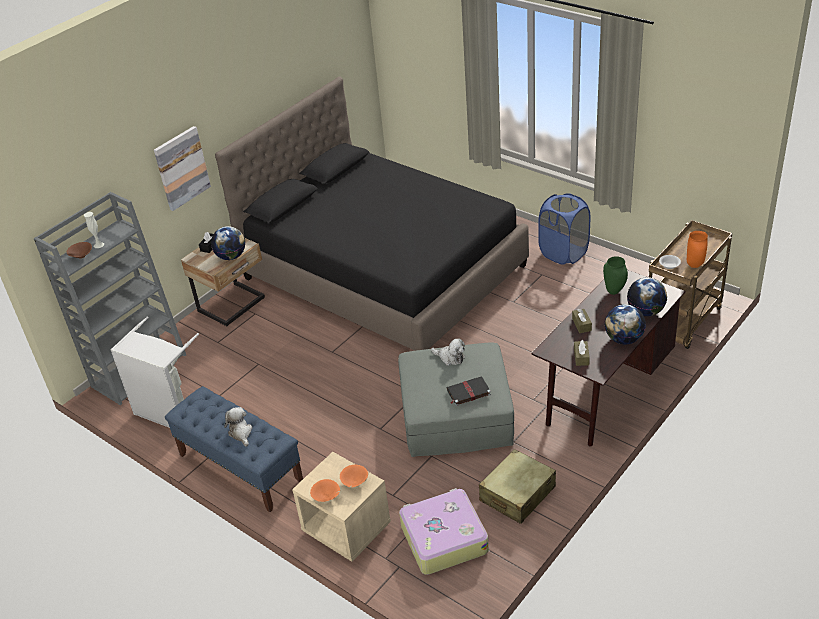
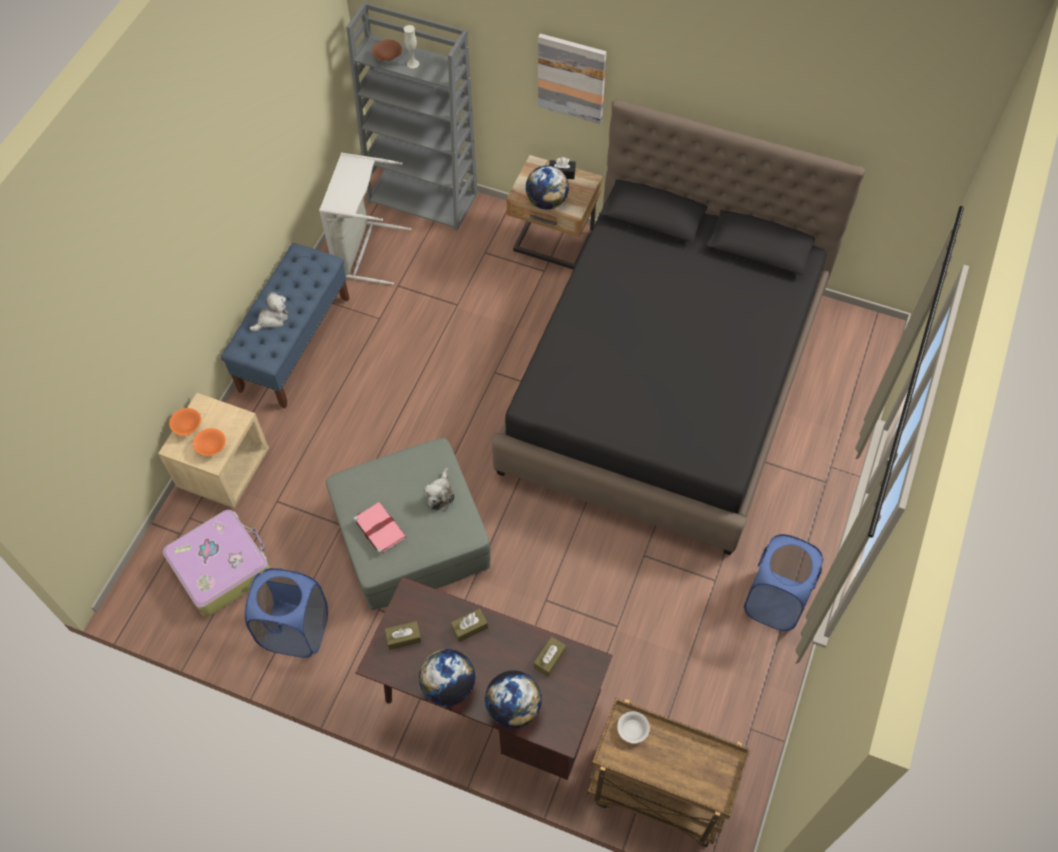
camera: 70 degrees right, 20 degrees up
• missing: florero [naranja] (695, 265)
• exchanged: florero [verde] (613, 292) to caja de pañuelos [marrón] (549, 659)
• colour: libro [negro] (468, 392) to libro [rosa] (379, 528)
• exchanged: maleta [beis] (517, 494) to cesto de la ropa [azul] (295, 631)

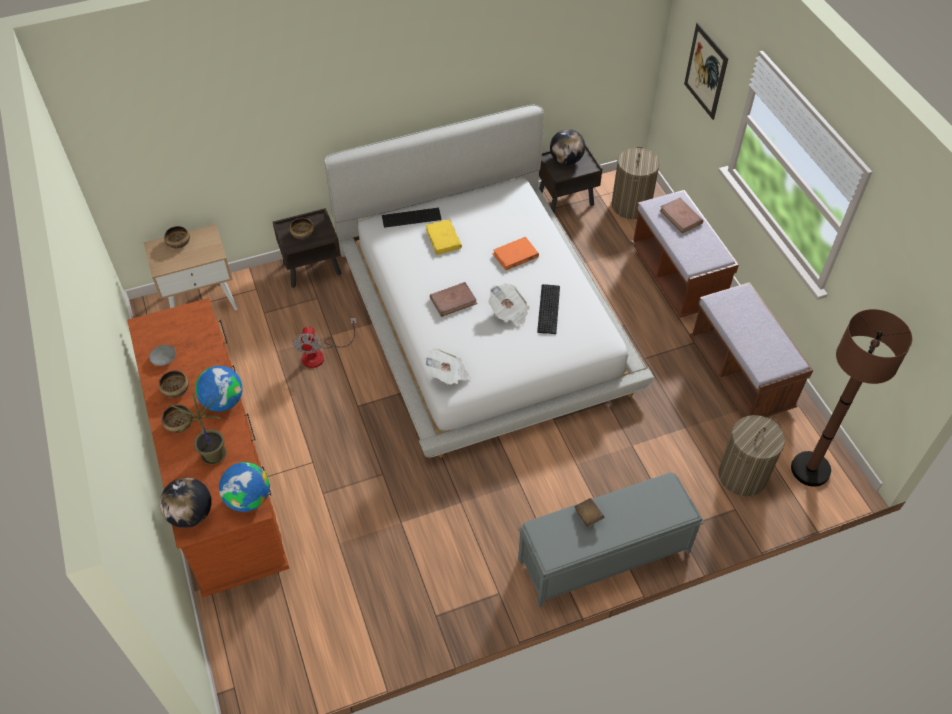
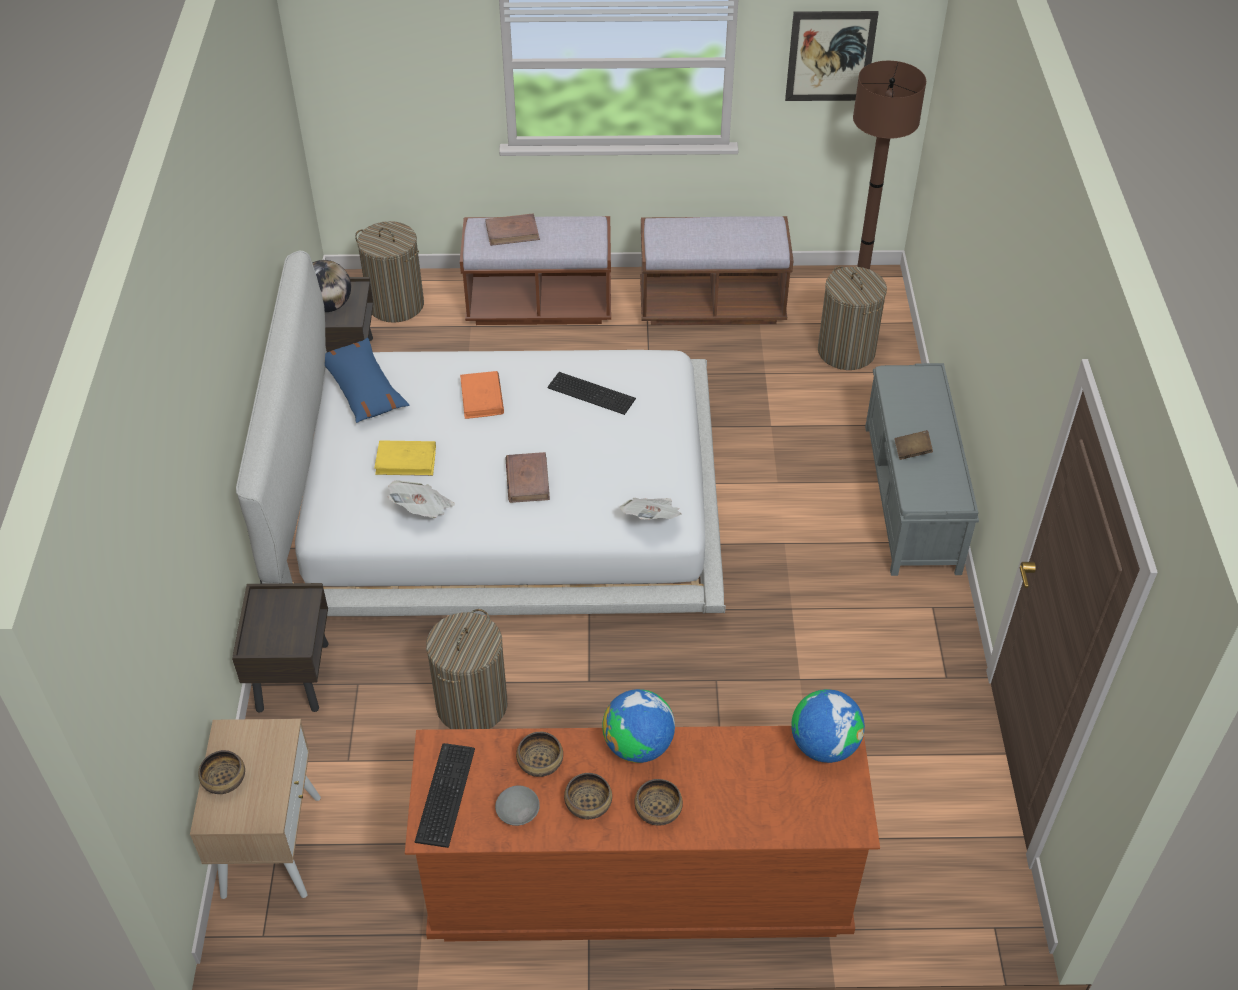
camera: 70 degrees left, 5 degrees down
• relocated: cuadro (705, 71) to (830, 56)
• relocated: teclado (410, 217) to (443, 795)
• relocated: cuenco (303, 234) to (540, 762)
• relocated: periódico (509, 312) to (422, 510)
• exchanged: ventilador (320, 354) to cesto de la ropa (472, 704)
• missing: planta en maceta (213, 454)
• missing: globo terráqueo (191, 514)
• appeared: cojín [azul] (363, 389)

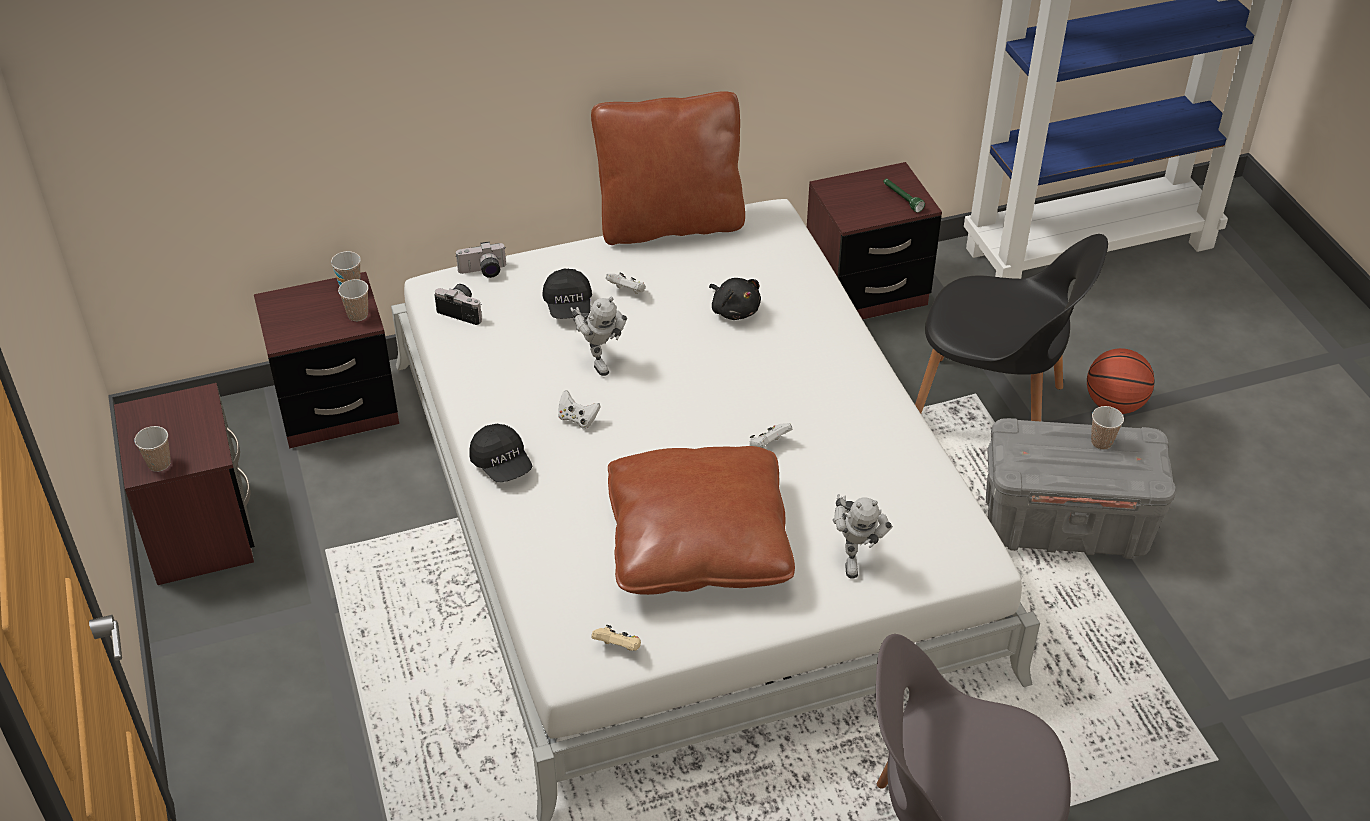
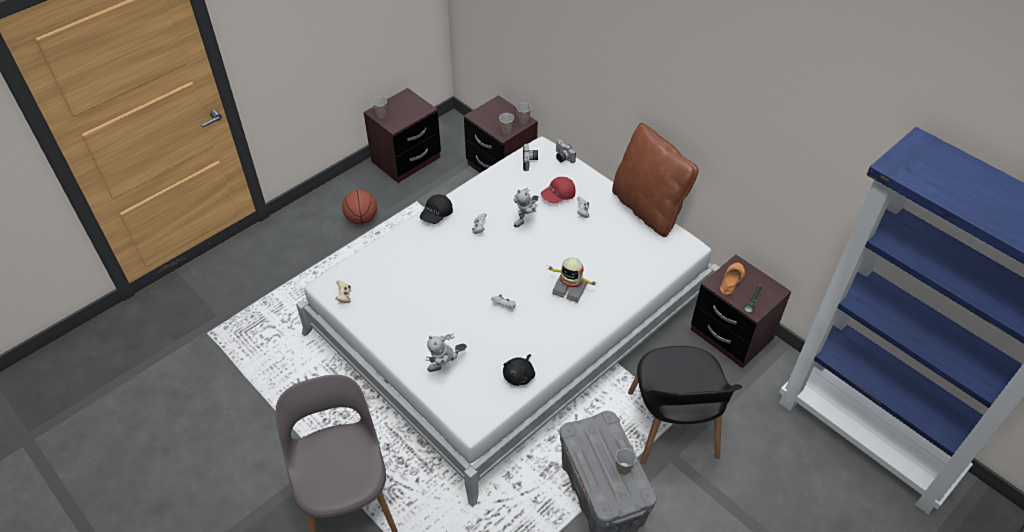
camera: 65 degrees right, 5 degrees up
• colour: gorra [negro] (569, 306) to gorra [rojo] (558, 196)
• relocated: peluche [negro] (734, 310) to (519, 375)
• relocated: balón de baloncesto (1114, 405) to (361, 219)
• missing: cojín [marrón] (698, 543)
• appeared: robot de juguete (570, 288)
• appeared: zapato [naranja] (731, 280)

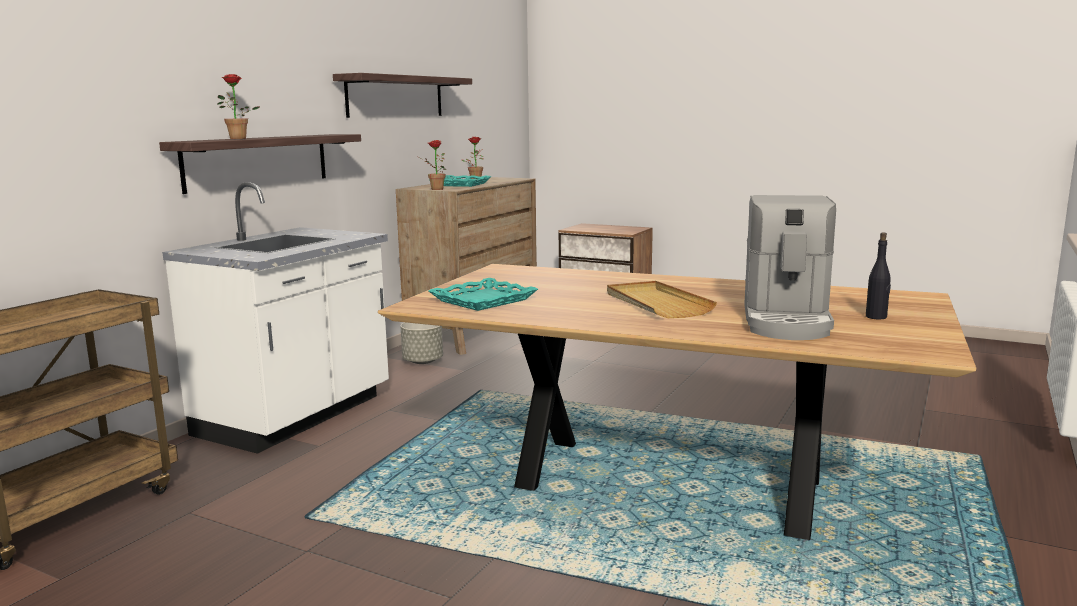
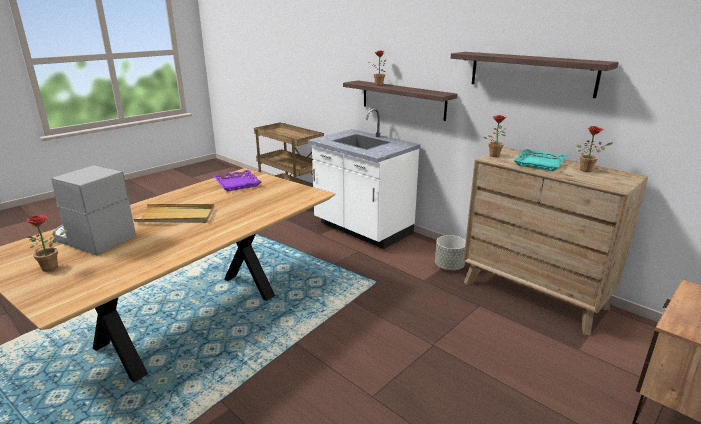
camera: 105 degrees right, 10 degrees up
• exchanged: botella [negro] (876, 317) to planta en maceta (53, 267)
• colour: bandeja [turquesa] (483, 300) to bandeja [morado] (237, 184)

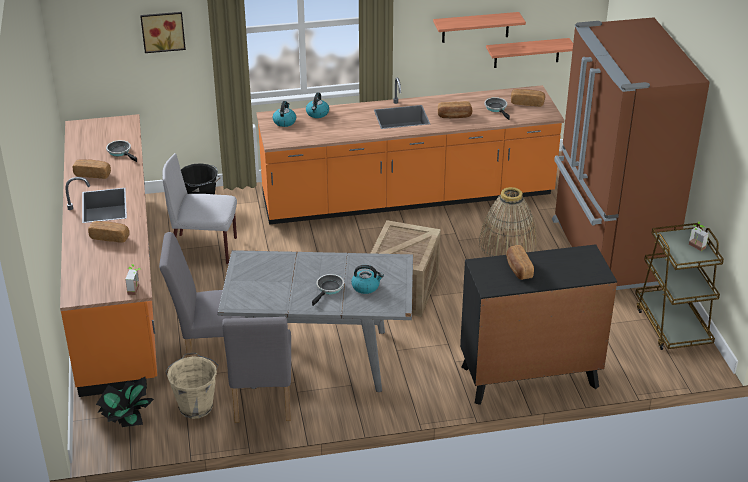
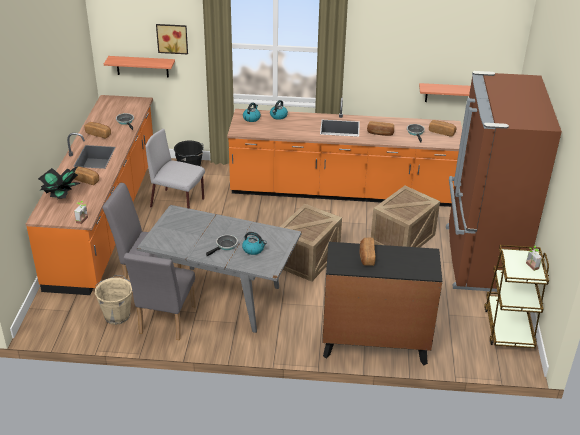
camera: 15 degrees right, 0 degrees up
• relocated: estante (475, 27) to (142, 66)
• exchanged: cesta (507, 244) to caja de embalaje (402, 239)
• relocated: planta en maceta (127, 420) to (61, 196)

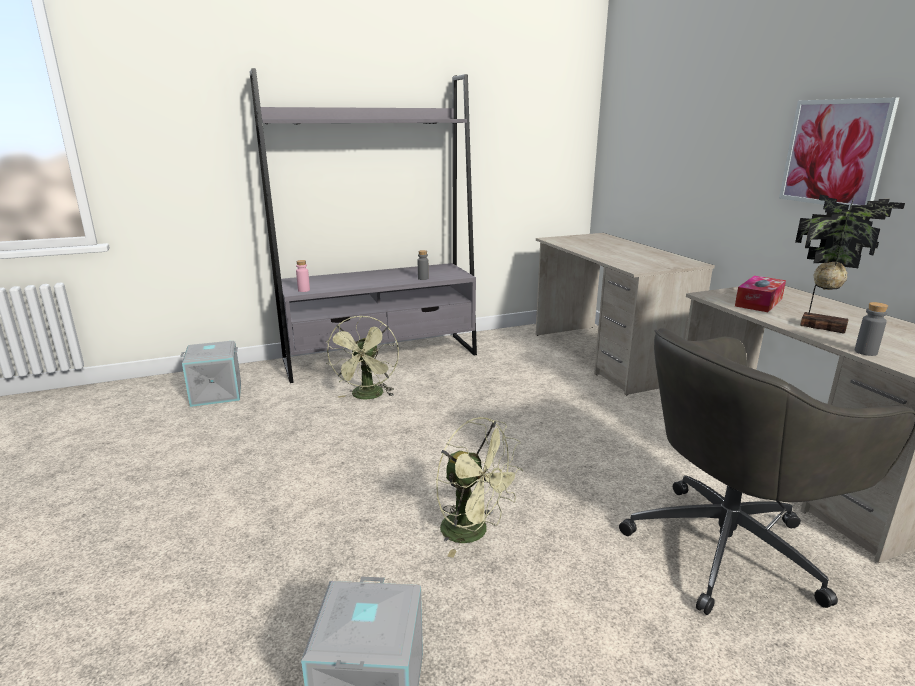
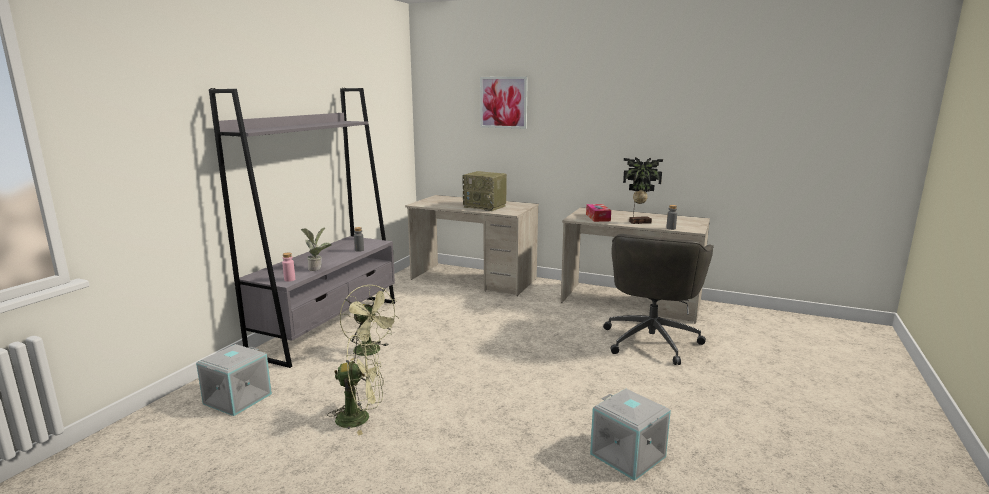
camera: 45 degrees left, 5 degrees down
• relocated: cuadro (834, 153) to (503, 102)
• relocated: ventilador [verde] (473, 532) to (361, 417)
• appeared: radio (485, 206)
• appeared: planta en maceta (318, 268)

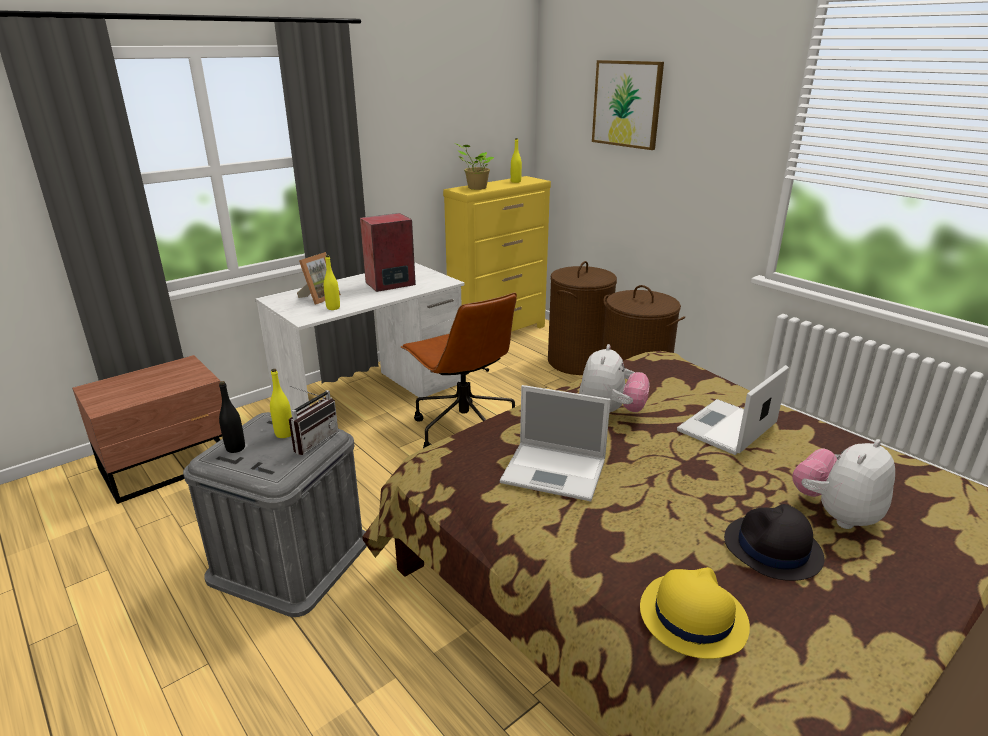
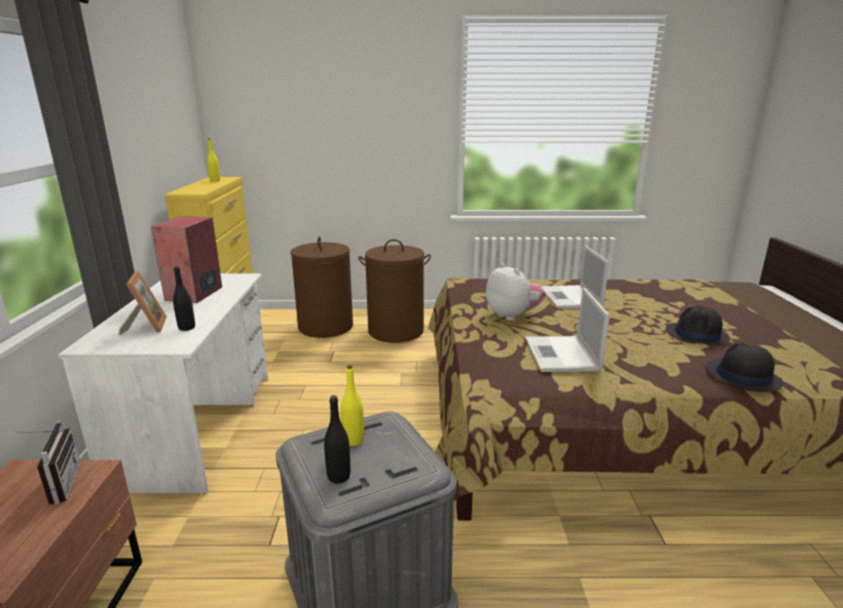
camera: 50 degrees left, 5 degrees down
• missing: cuadro (627, 104)
• missing: planta en maceta (475, 188)
• colour: botella [amarillo] (333, 308) to botella [negro] (187, 328)
• missing: silla de oficina [marrón] (463, 429)
• spun: portátil (556, 471) = (562, 355) 120 degrees clockwise
• relocated: radio (312, 440) to (57, 485)
• missing: peluche (836, 514)
• colour: sombrero [amarillo] (692, 616) to sombrero [negro] (742, 376)

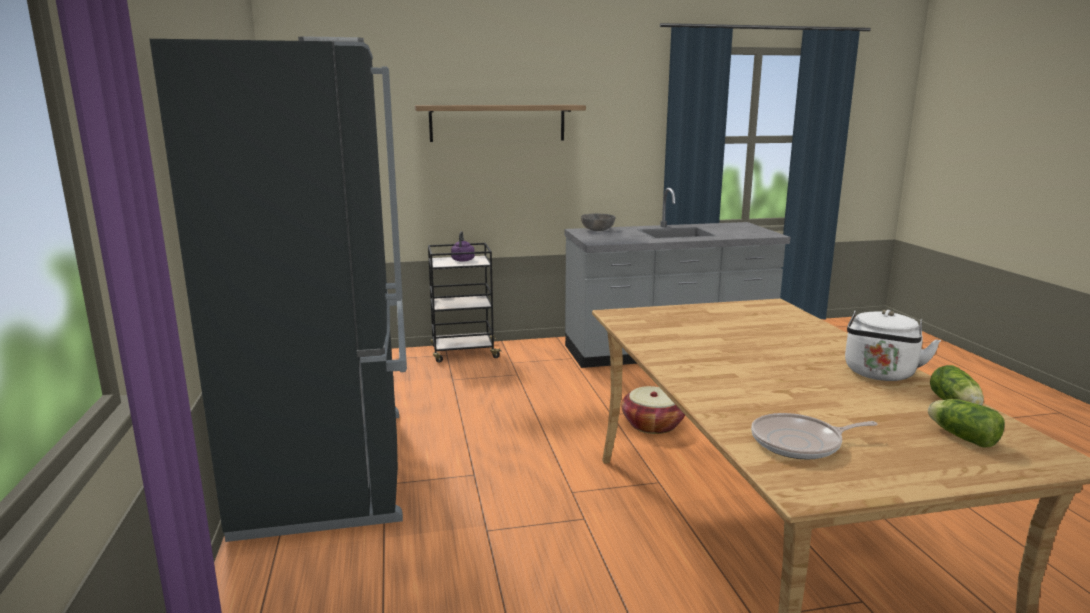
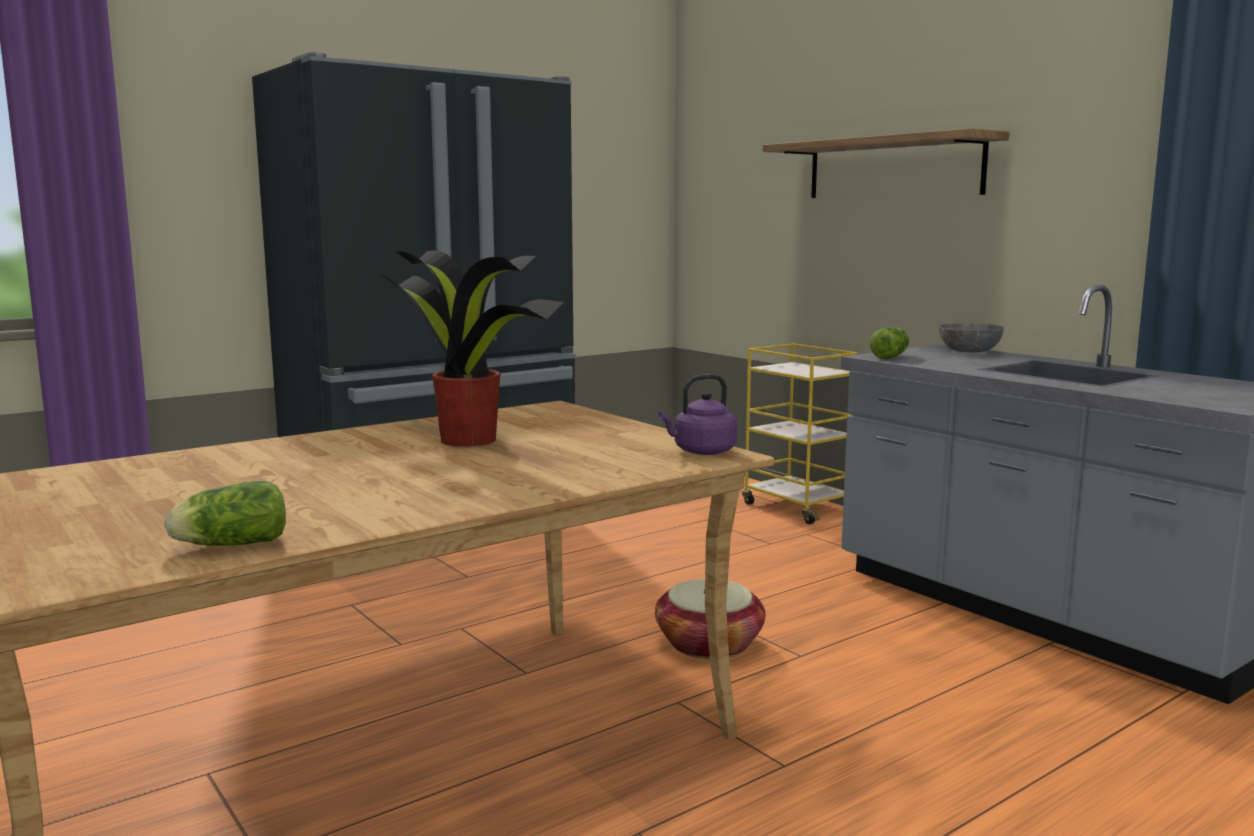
camera: 65 degrees right, 5 degrees down
• relocated: hervidor [morado] (462, 260) to (701, 451)
• colour: carrito [negro] (463, 353) to carrito [amarillo] (797, 507)
• missing: hervidor [blanco] (880, 374)
• relocated: lechuga (960, 436) to (891, 356)
• missing: sartén (800, 443)
• appeared: planta en maceta (470, 441)

